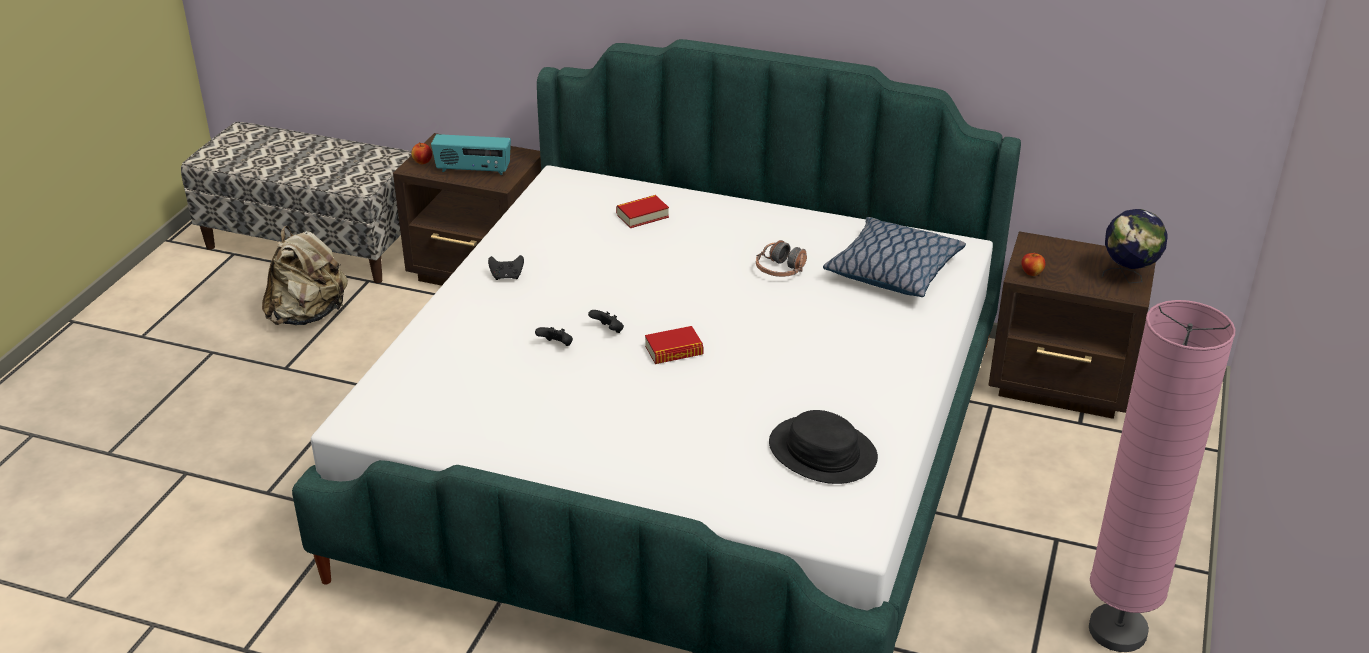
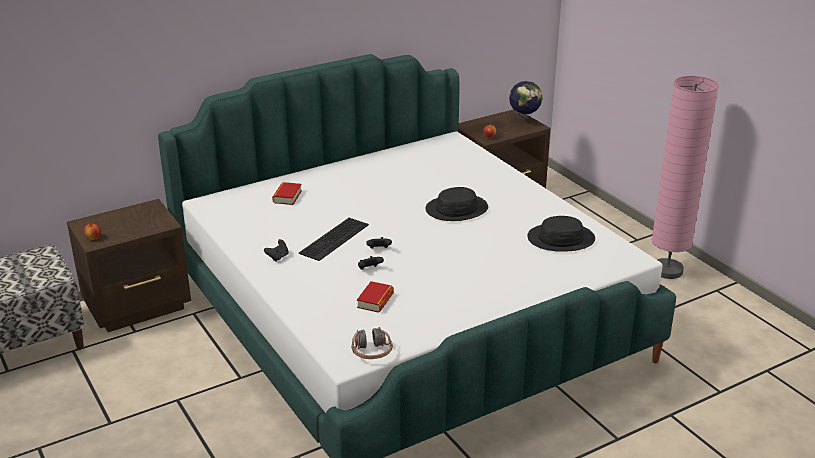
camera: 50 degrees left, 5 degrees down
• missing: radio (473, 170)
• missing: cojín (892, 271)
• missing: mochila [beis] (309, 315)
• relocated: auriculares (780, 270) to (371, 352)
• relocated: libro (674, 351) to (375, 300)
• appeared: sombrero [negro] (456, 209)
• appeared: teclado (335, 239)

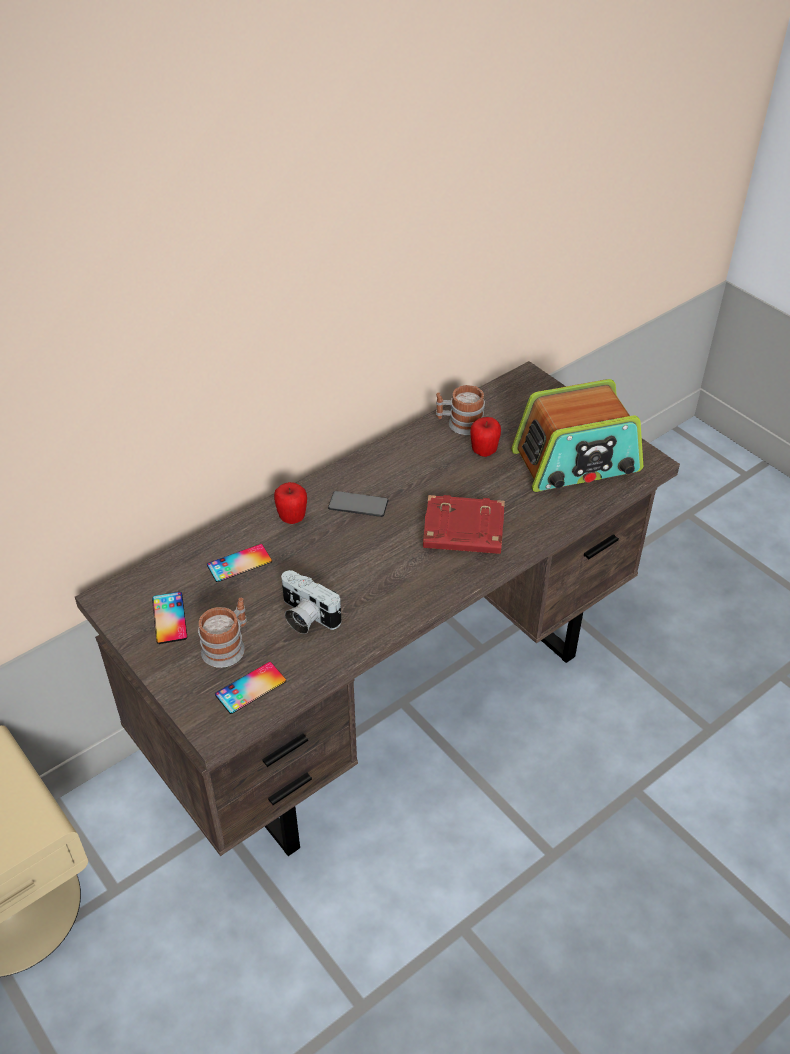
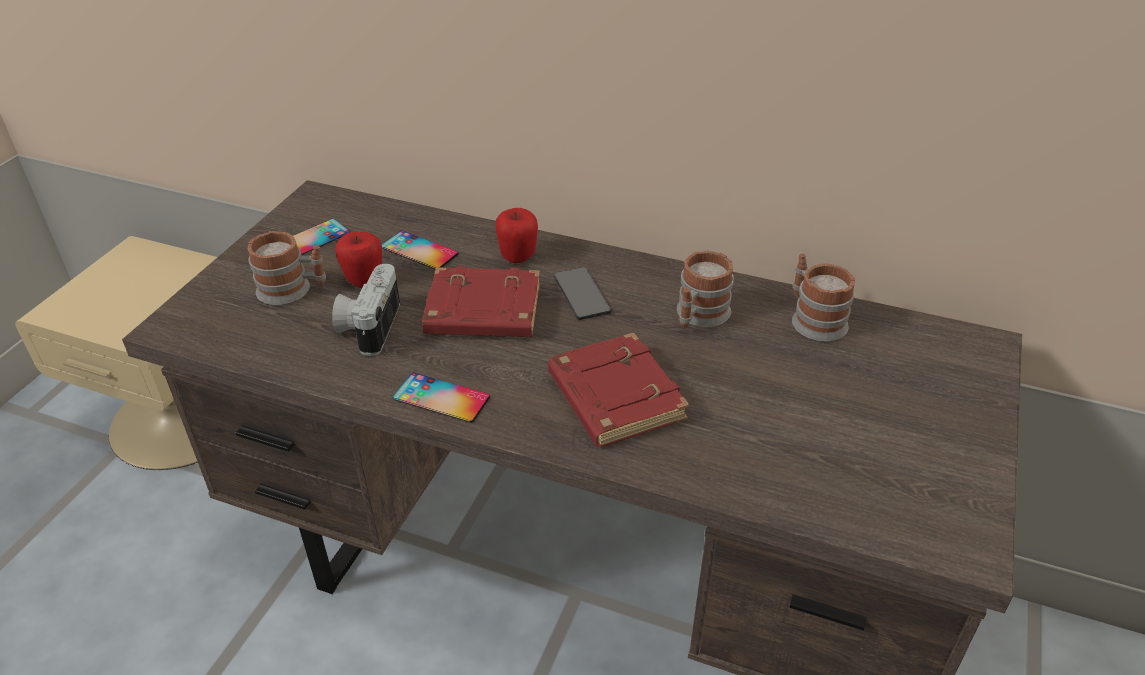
camera: 60 degrees right, 5 degrees down
• missing: radio (576, 462)
• relocated: manzana (484, 451) to (364, 281)
• relocated: móvil (250, 688) to (441, 398)
• appeared: taza grande (698, 316)
• appeared: libro [rojo] (482, 312)

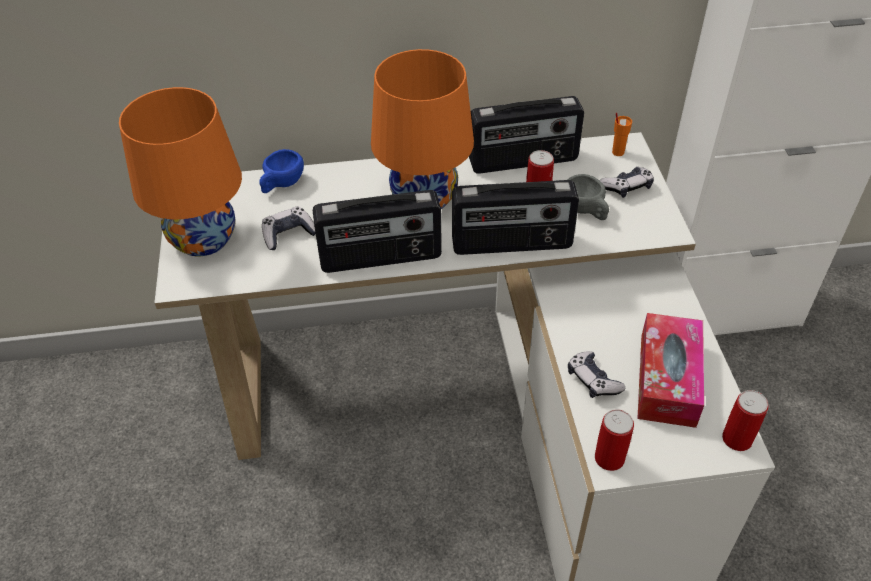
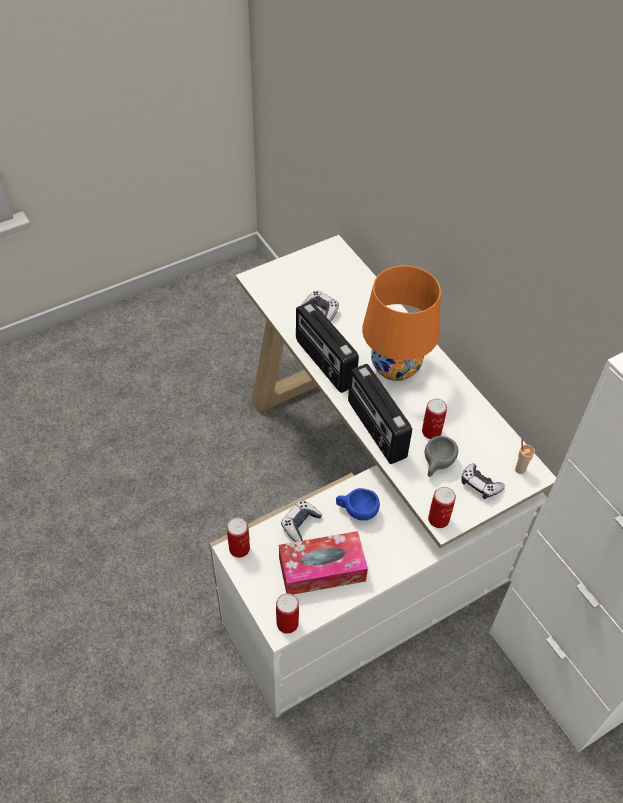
camera: 65 degrees right, 5 degrees up
• missing: lámpara de mesa [naranja] (203, 238)
• missing: radio (523, 161)
• colour: taza [naranja] (617, 152) to taza [beis] (520, 469)
• relocated: taza [azul] (281, 184) to (356, 511)
• appeared: lata (438, 519)

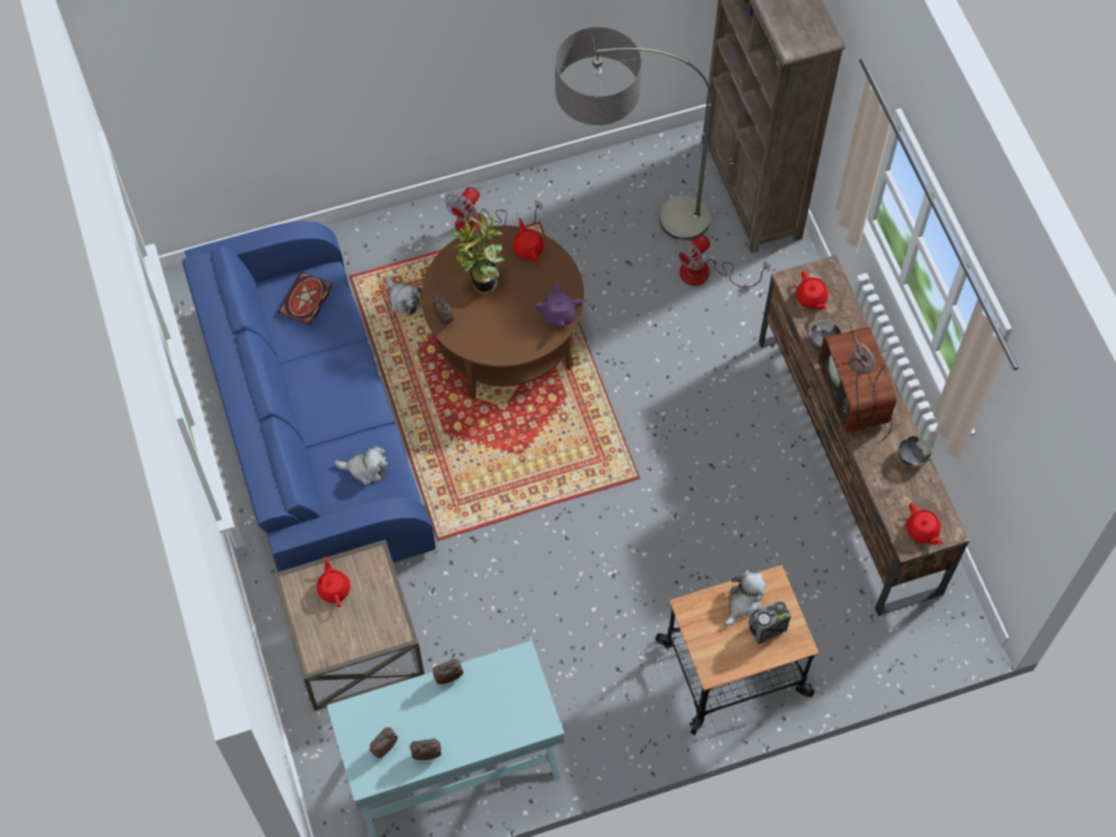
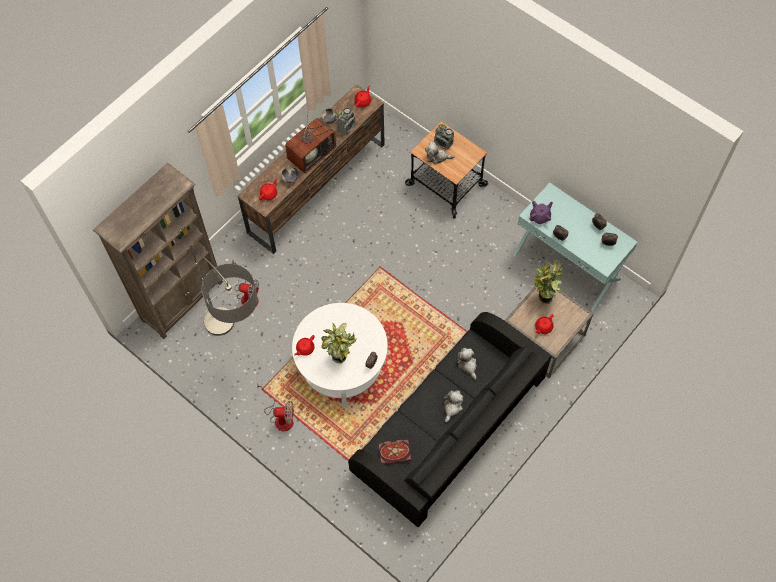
camera: 120 degrees left, 0 degrees up
• colour: sofá [azul] (313, 425) to sofá [negro] (449, 426)
• colour: mesa de centro [marrón] (504, 338) to mesa de centro [blanco] (342, 366)
• relocated: peluche (403, 300) to (452, 407)
• relocated: tetera [morado] (558, 315) to (540, 217)
• appeared: radio (346, 127)
• appeared: planta en maceta (543, 298)

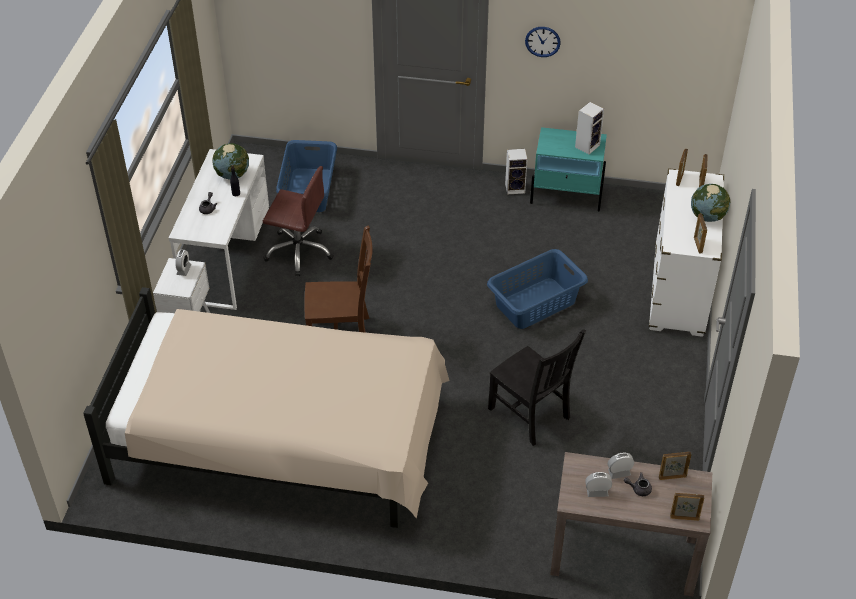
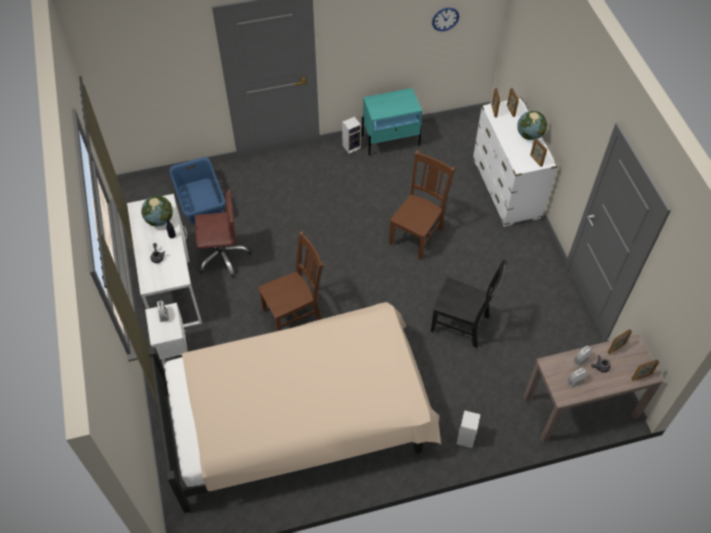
camera: 25 degrees left, 10 degrees up
• relocated: reloj de pared (542, 41) to (445, 19)
• relocated: altavoz (587, 145) to (465, 437)
• exchanged: cesto de la ropa [azul] (536, 303) to silla [marrón] (417, 234)

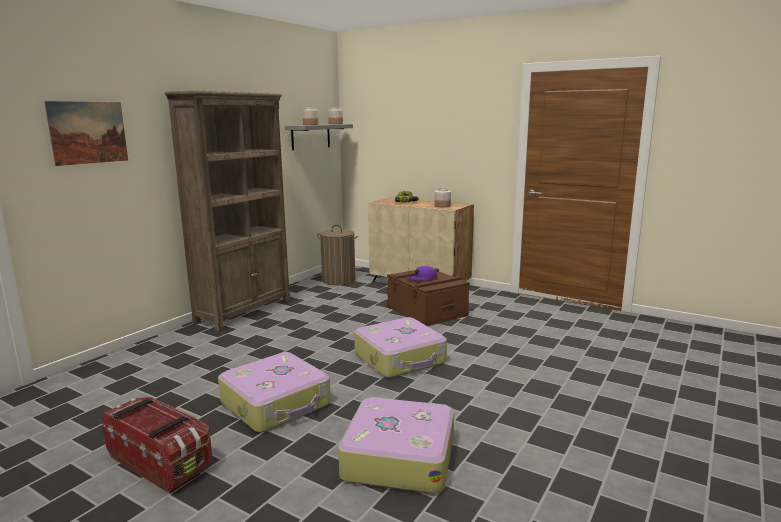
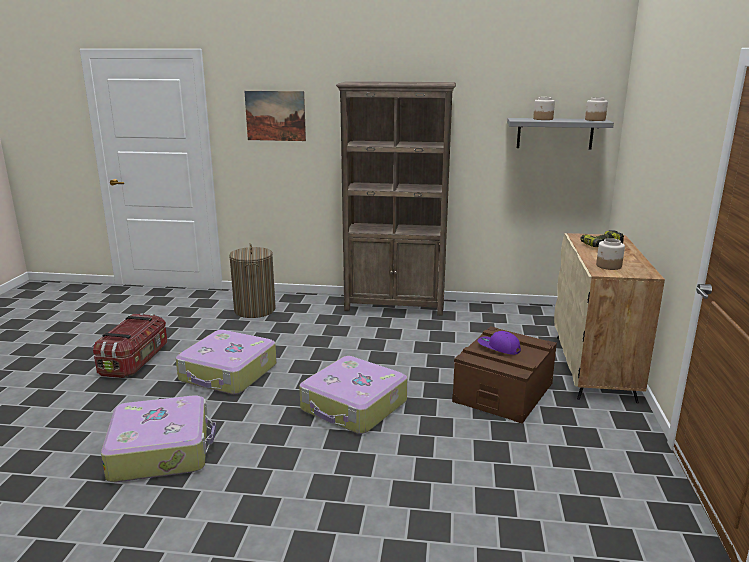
camera: 65 degrees right, 5 degrees up
• relocated: cesto de la ropa (338, 280) to (255, 310)

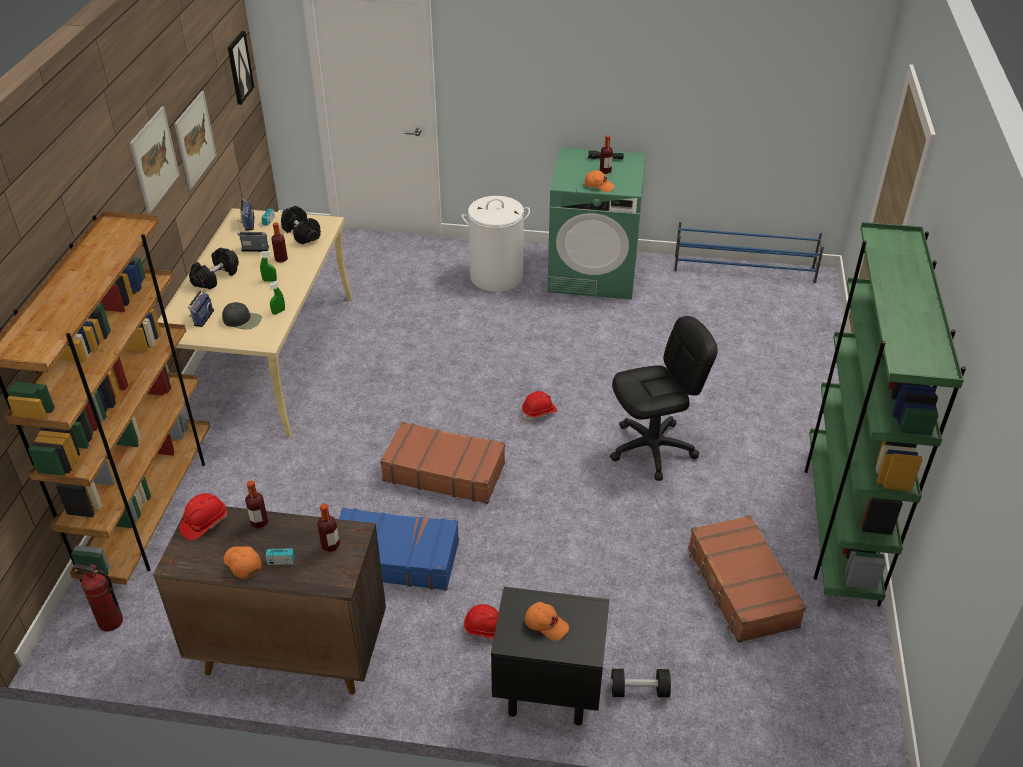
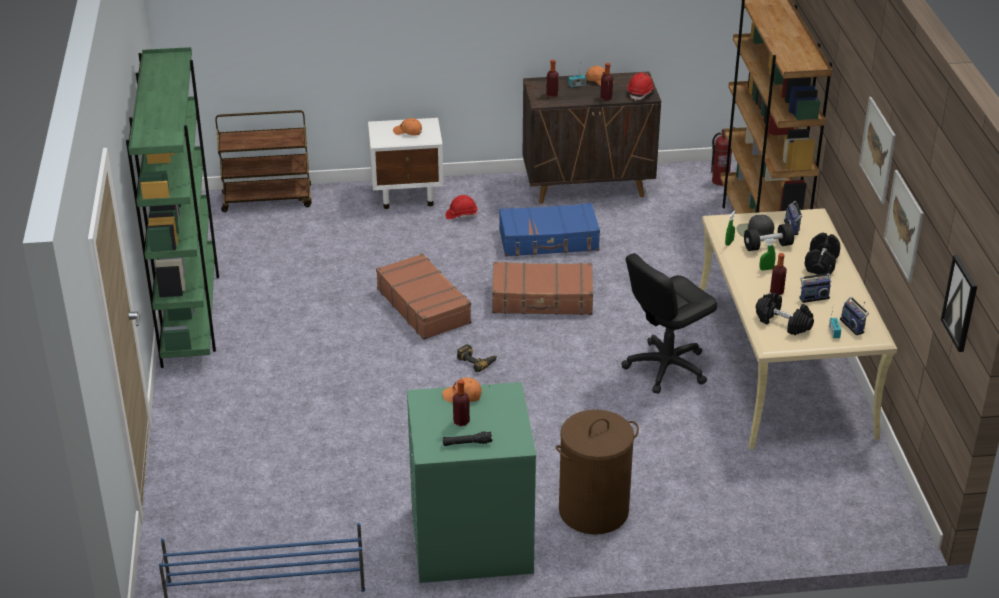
camera: 165 degrees right, 5 degrees down
• colour: cesto de la ropa [blanco] (496, 276) to cesto de la ropa [marrón] (593, 511)
• relocated: silla de oficina [negro] (652, 449) to (666, 367)
• exchanged: casco [rojo] (539, 412) to taladro (477, 360)
• relocated: maleta [marrón] (741, 587) to (424, 306)
• colour: mesita de noche [negro] (547, 690) to mesita de noche [blanco] (408, 195)
• relocated: mancuerna [negro] (639, 690) to (767, 246)
• appeared: carrito [marrón] (268, 199)

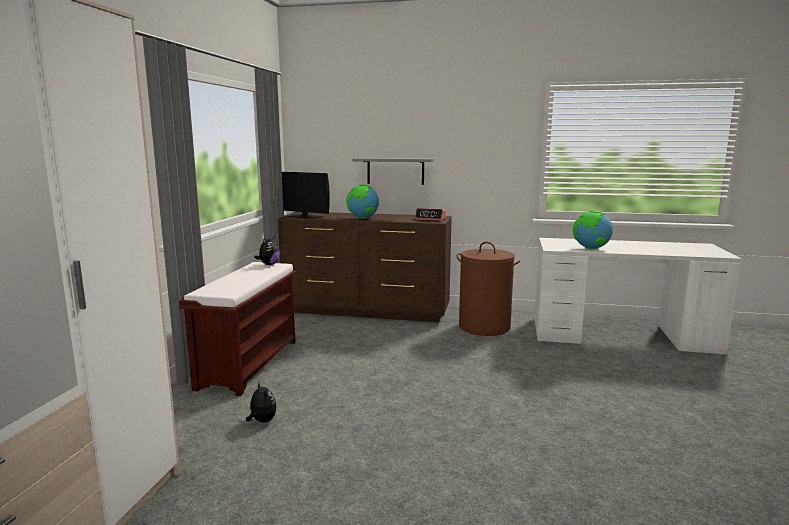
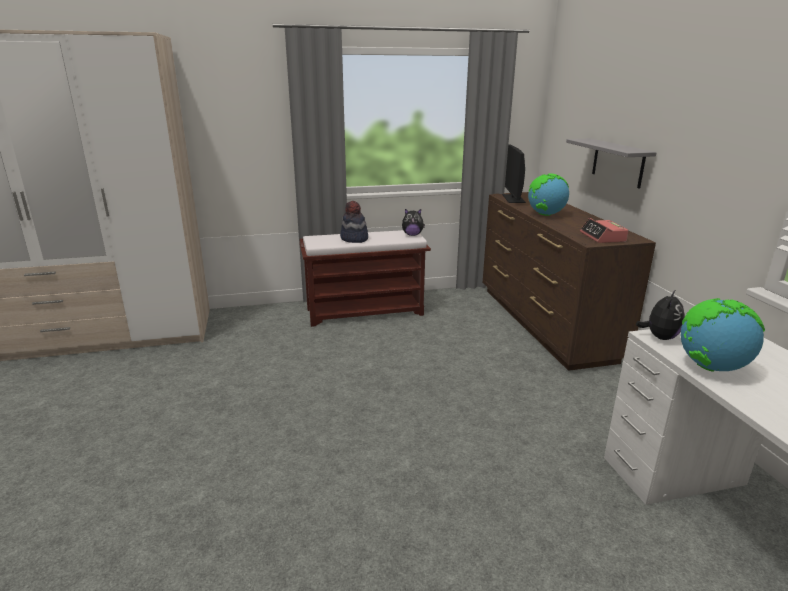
camera: 65 degrees right, 10 degrees up
• missing: cesto de la ropa [marrón] (484, 327)
• relocated: peluche (262, 421) to (659, 337)
• appeared: sombrero (354, 239)

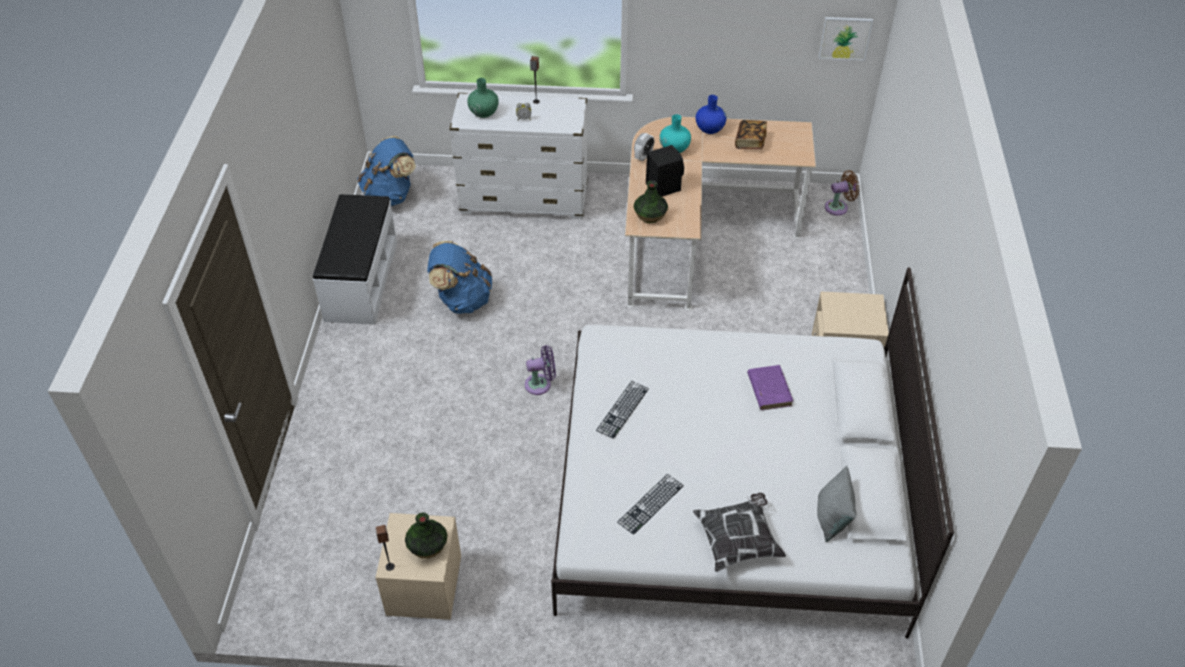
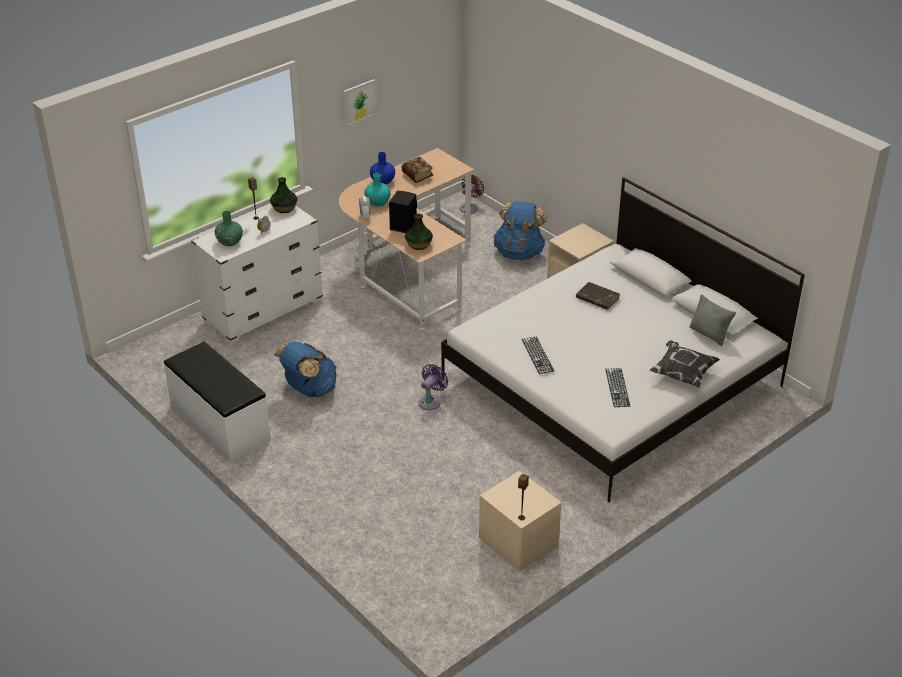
camera: 45 degrees left, 10 degrees down
• relocated: cuadro (845, 38) to (359, 102)
• relocated: mochila [azul] (390, 195) to (519, 252)
• colour: libro [morado] (769, 389) to libro [marrón] (597, 298)
• relocated: florero (427, 545) to (284, 208)

